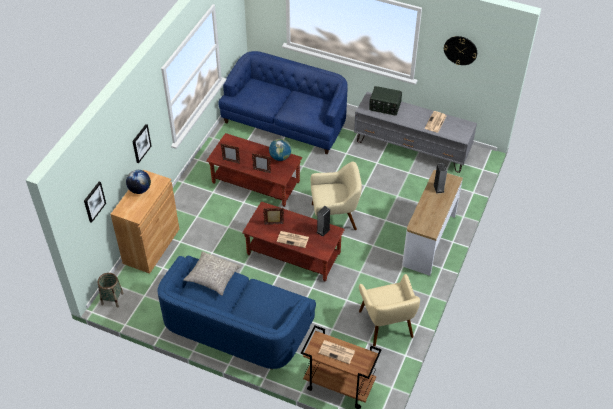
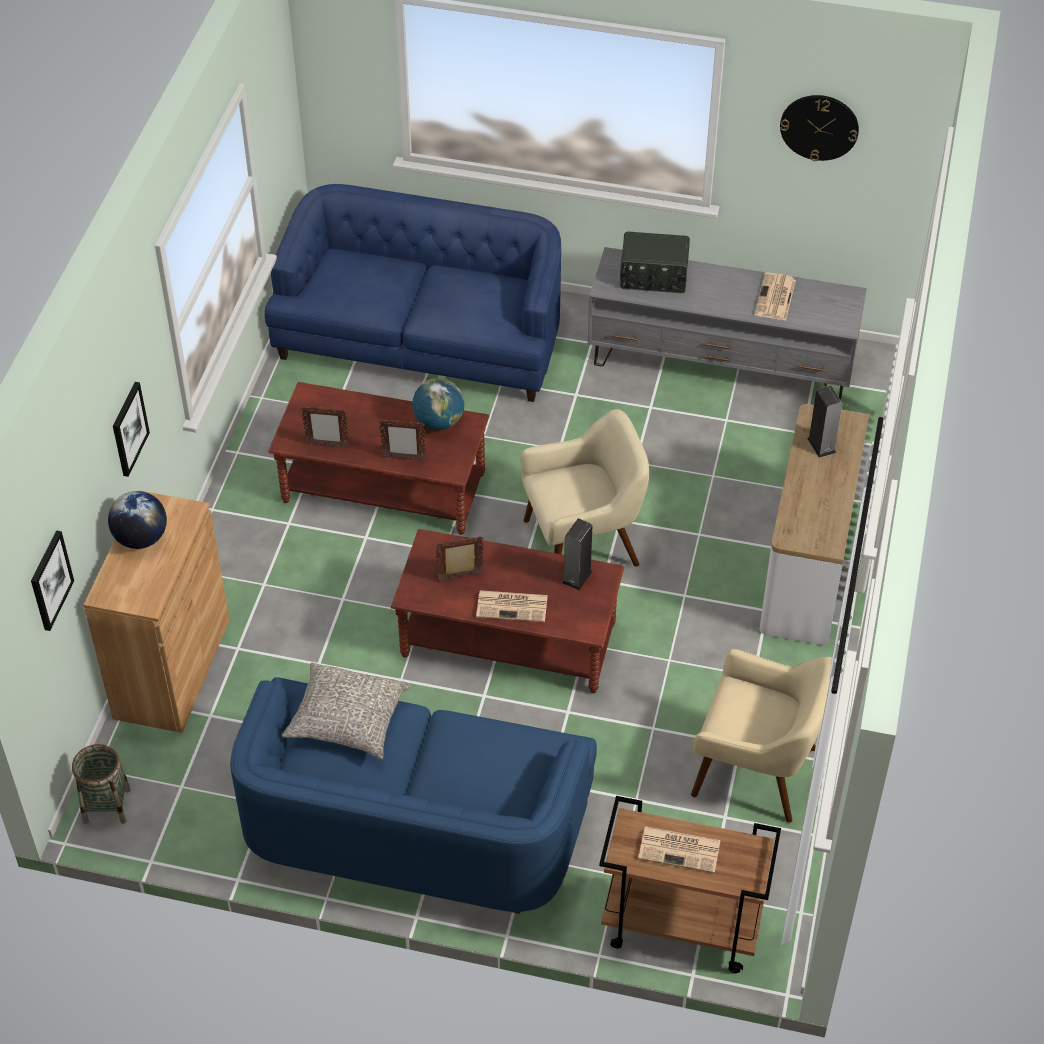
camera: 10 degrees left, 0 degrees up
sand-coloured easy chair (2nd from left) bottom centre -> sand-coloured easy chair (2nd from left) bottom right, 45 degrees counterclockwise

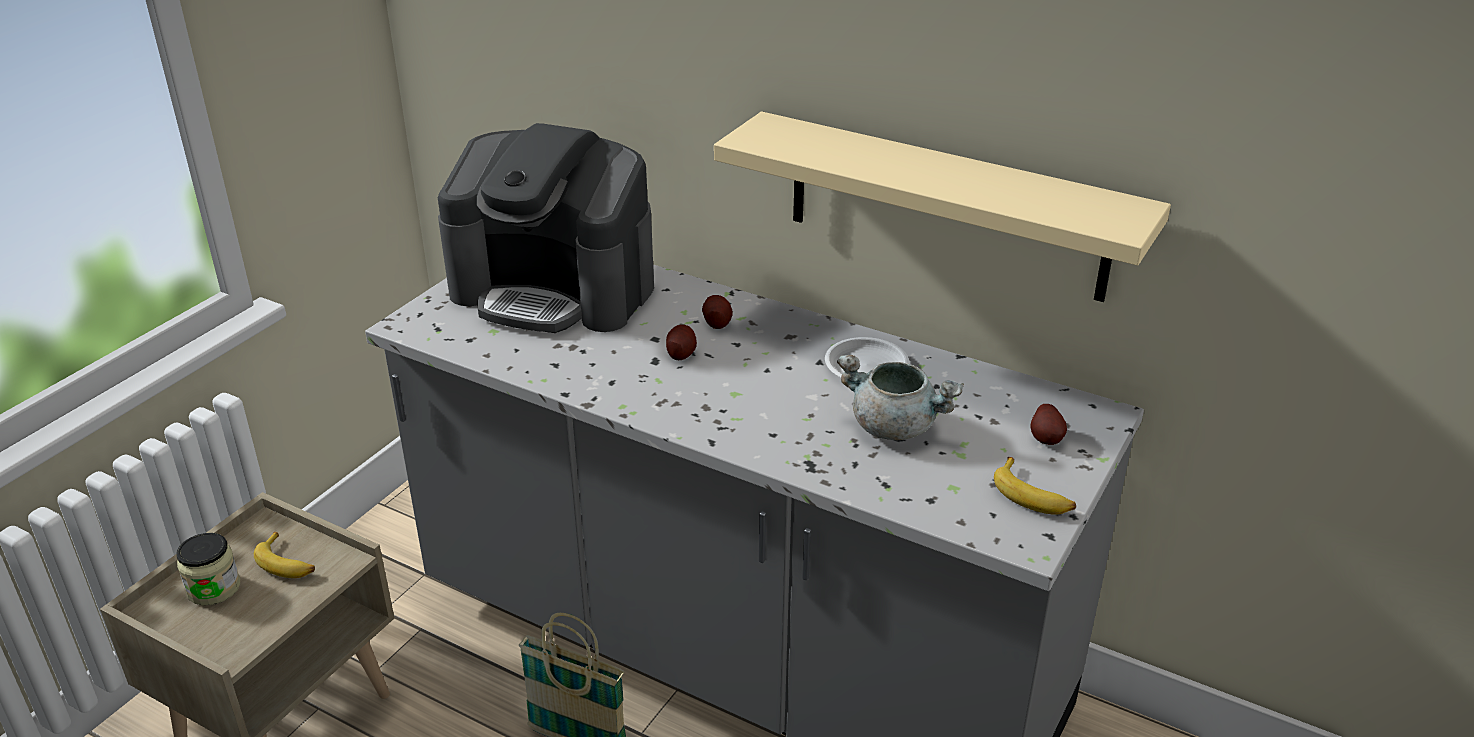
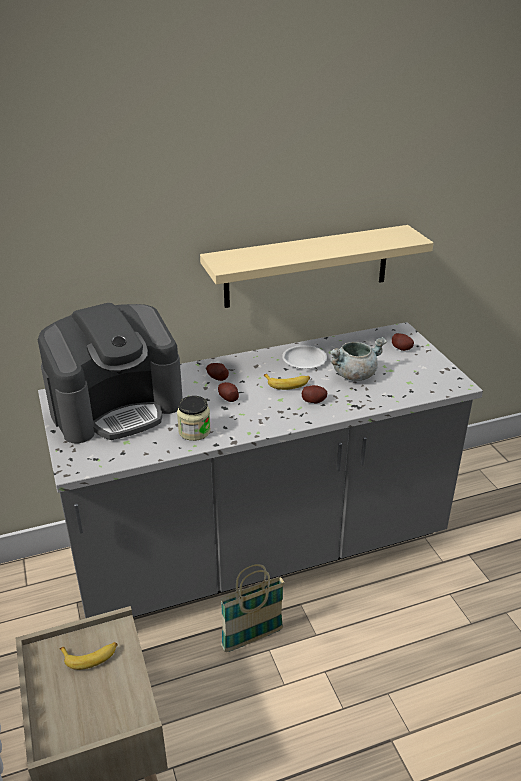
camera: 50 degrees left, 0 degrees up
preserve jar bottom left -> preserve jar centre, move
banana fruit (2nd from left) middle right -> banana fruit (2nd from left) centre, move
none -> potato (3rd from left) centre

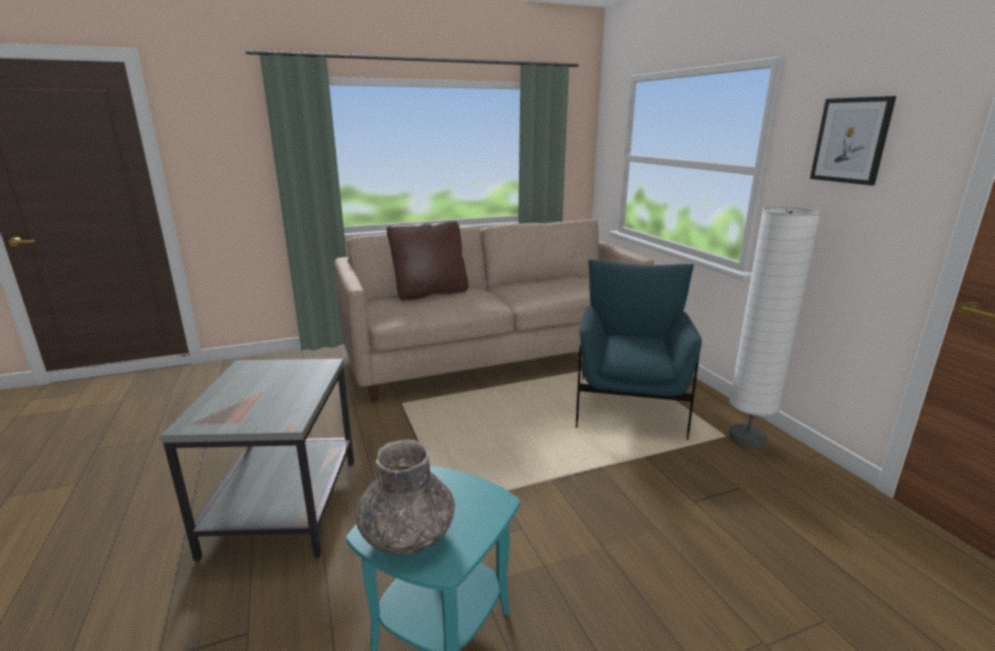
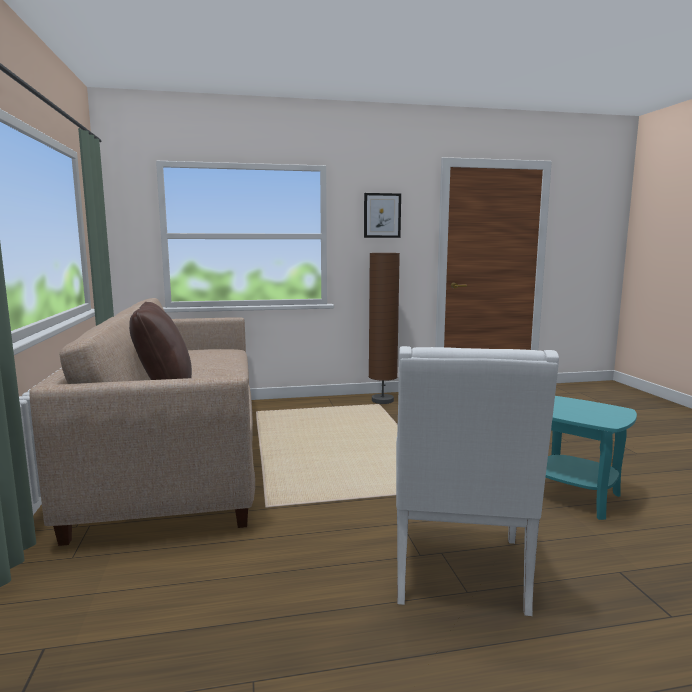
camera: 80 degrees left, 10 degrees down
white standing lamp middle right -> brown-coloured standing lamp centre
gray end table bottom left -> white easy chair bottom right
gray flower vase bottom centre -> none
blue easy chair centre -> none

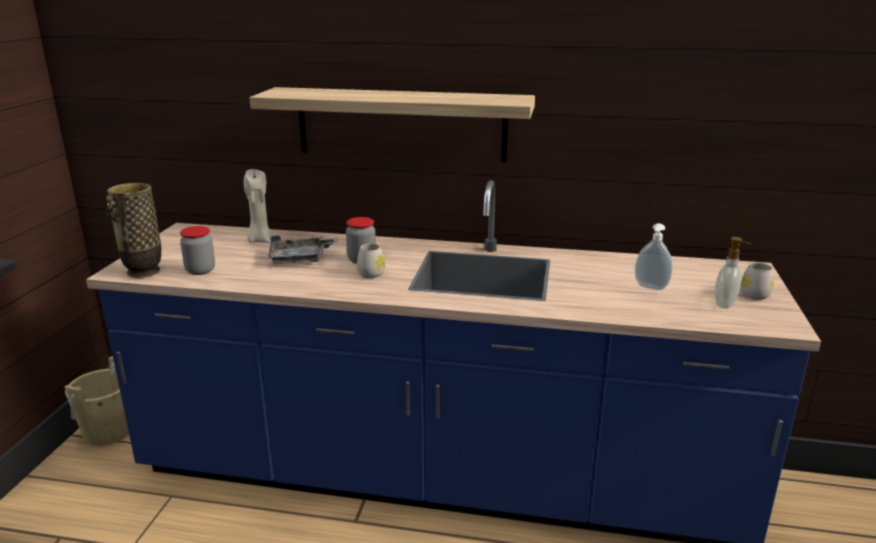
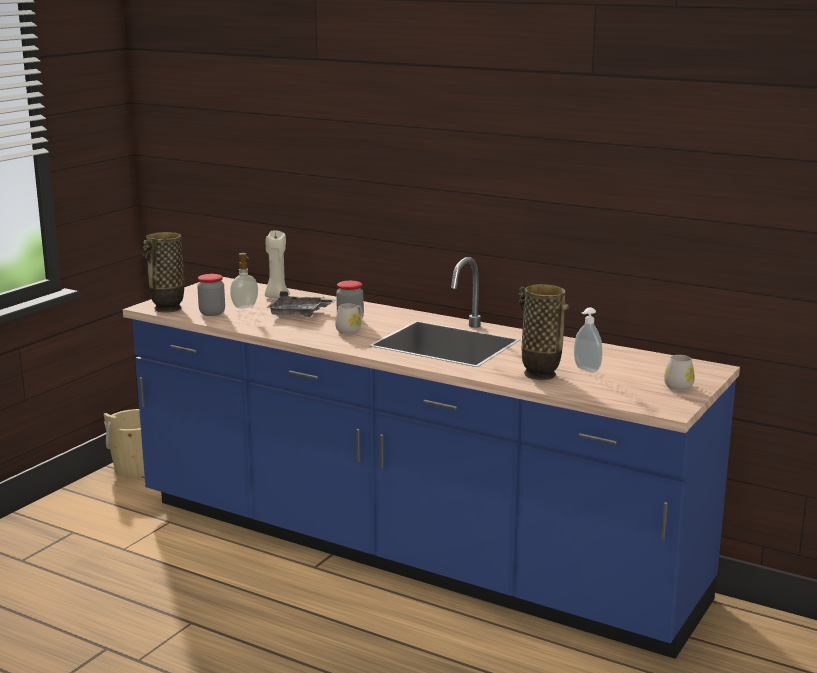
camera: 20 degrees right, 5 degrees down
soap dispenser (2nd from left in the first image) middle right -> soap dispenser (1st from left) middle left, move
none -> flower vase (2nd from left) centre
bracket shelf top centre -> none

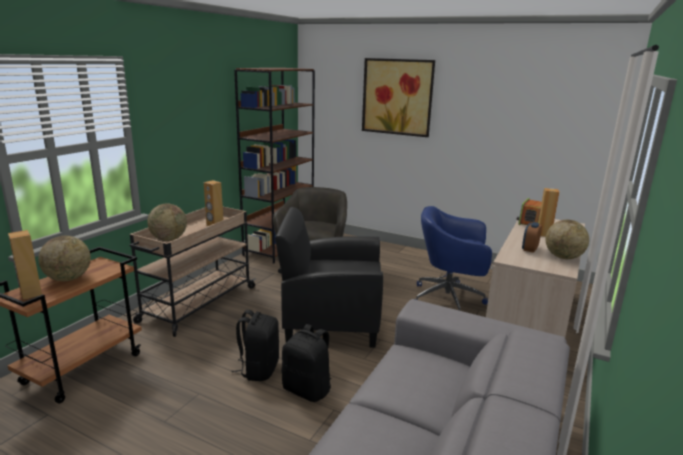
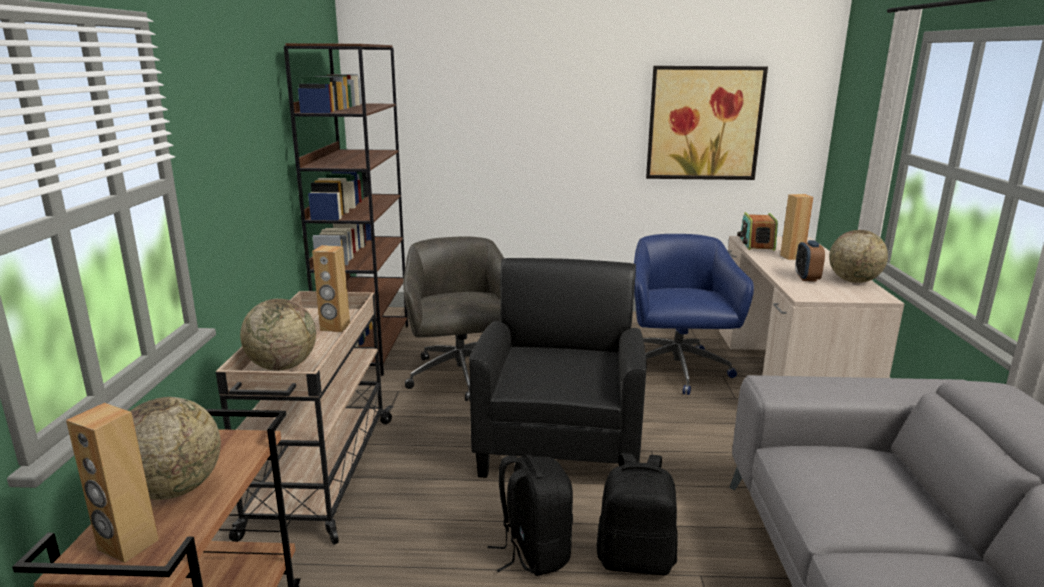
camera: 25 degrees left, 0 degrees up
blackish easy chair centre, 120 degrees clockwise
blue computer chair centre, 105 degrees clockwise
wall art top centre -> wall art top right, move

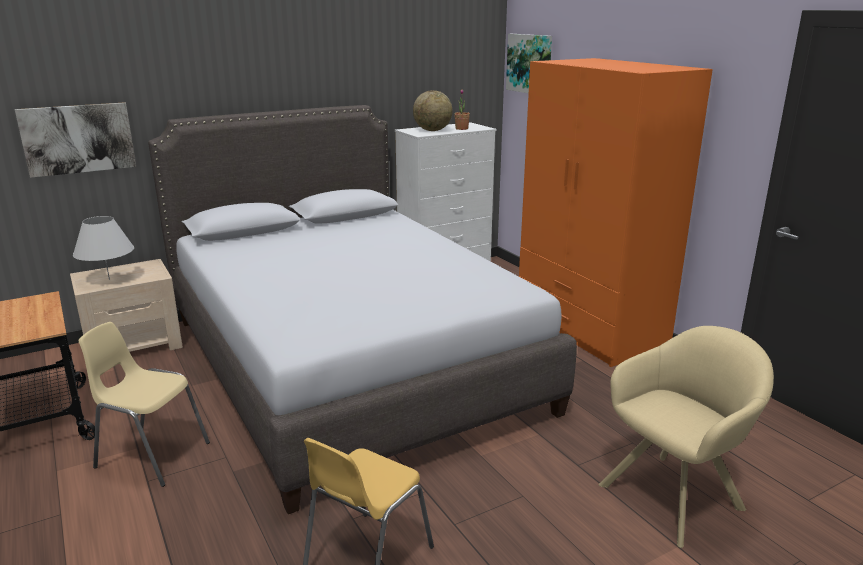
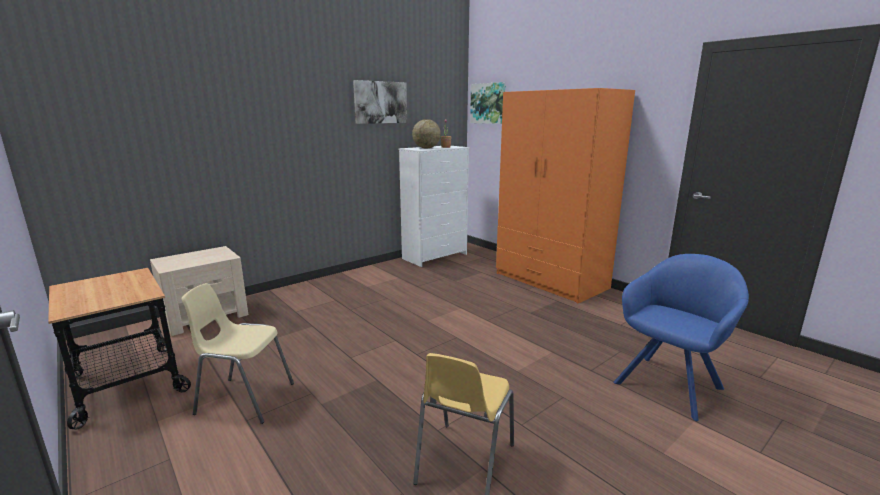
camera: 10 degrees left, 5 degrees down
wall art (1st from left) top left -> wall art (1st from left) top centre, move
sand-coloured easy chair bottom right -> blue easy chair bottom right
white tabletop lamp middle left -> none
gray bed centre -> none

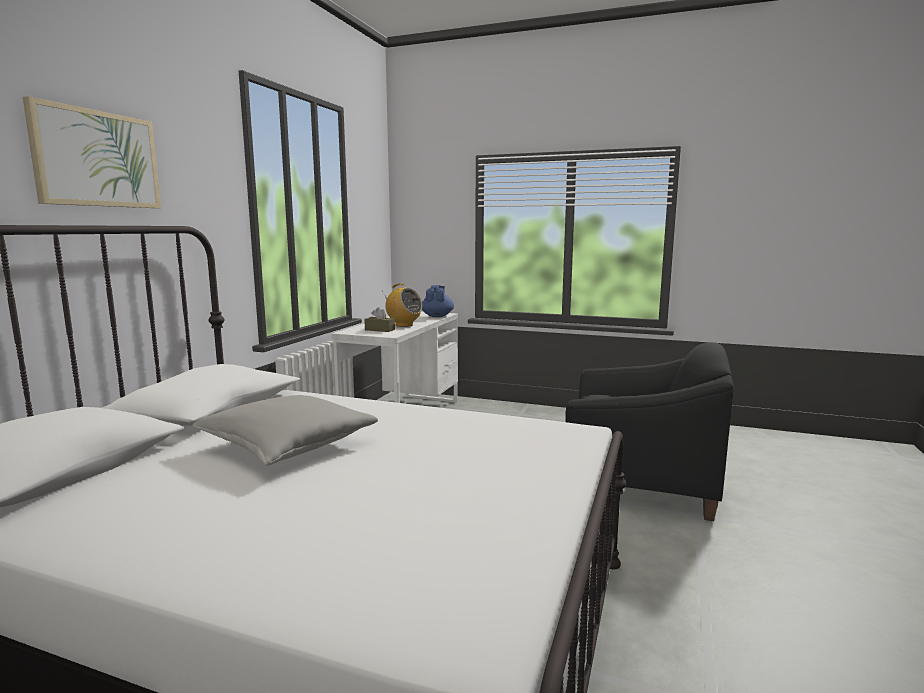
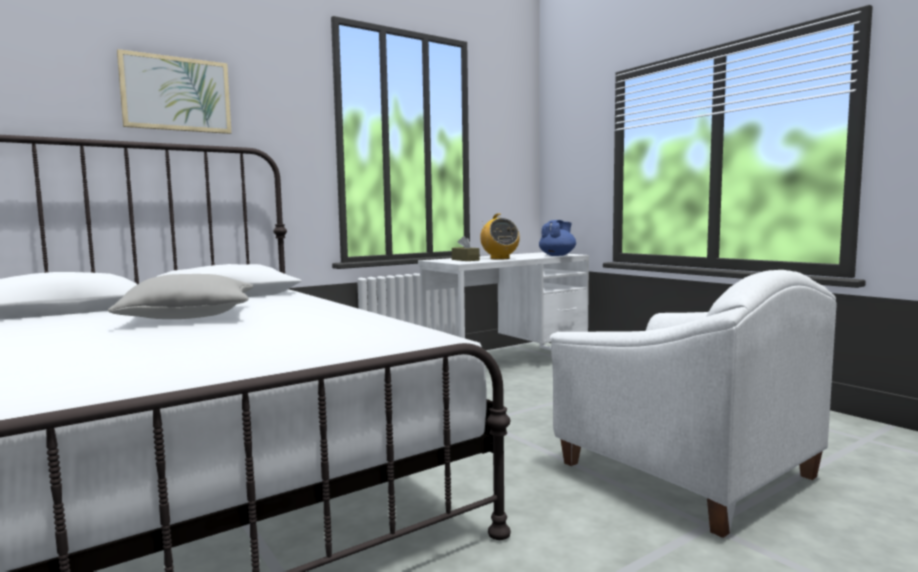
camera: 35 degrees right, 5 degrees down
blackish easy chair middle right -> white easy chair bottom right

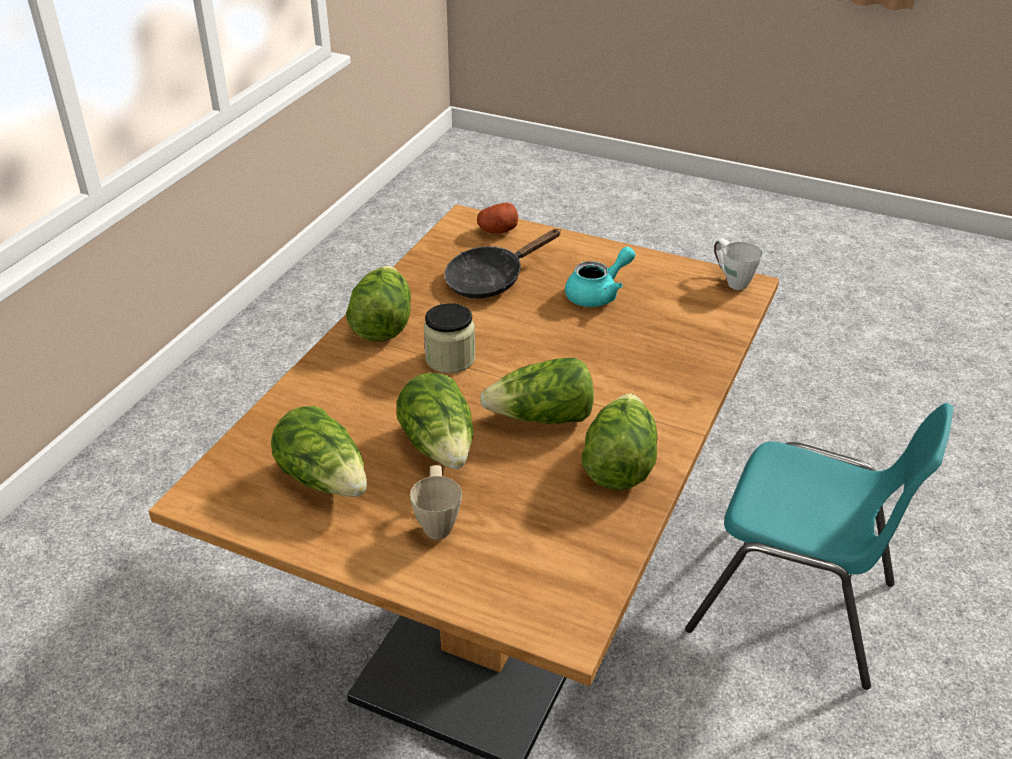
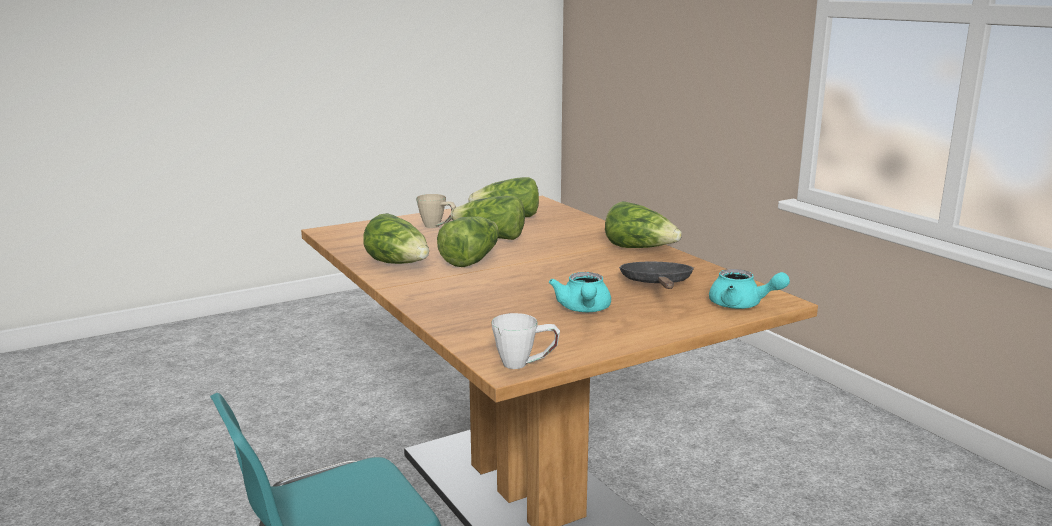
camera: 125 degrees right, 20 degrees down
potato top centre -> turquoise tea pot (2nd from left) middle right
preserve jar centre -> none

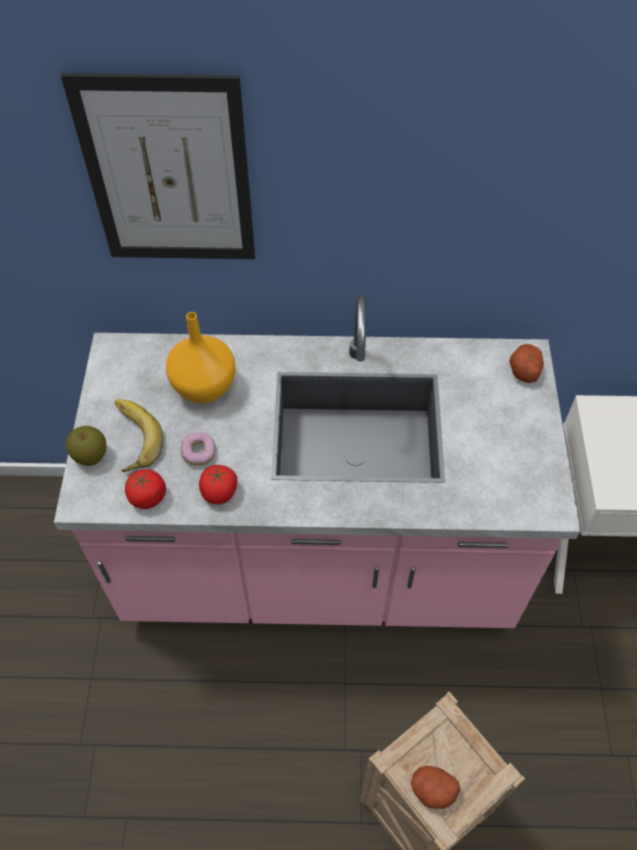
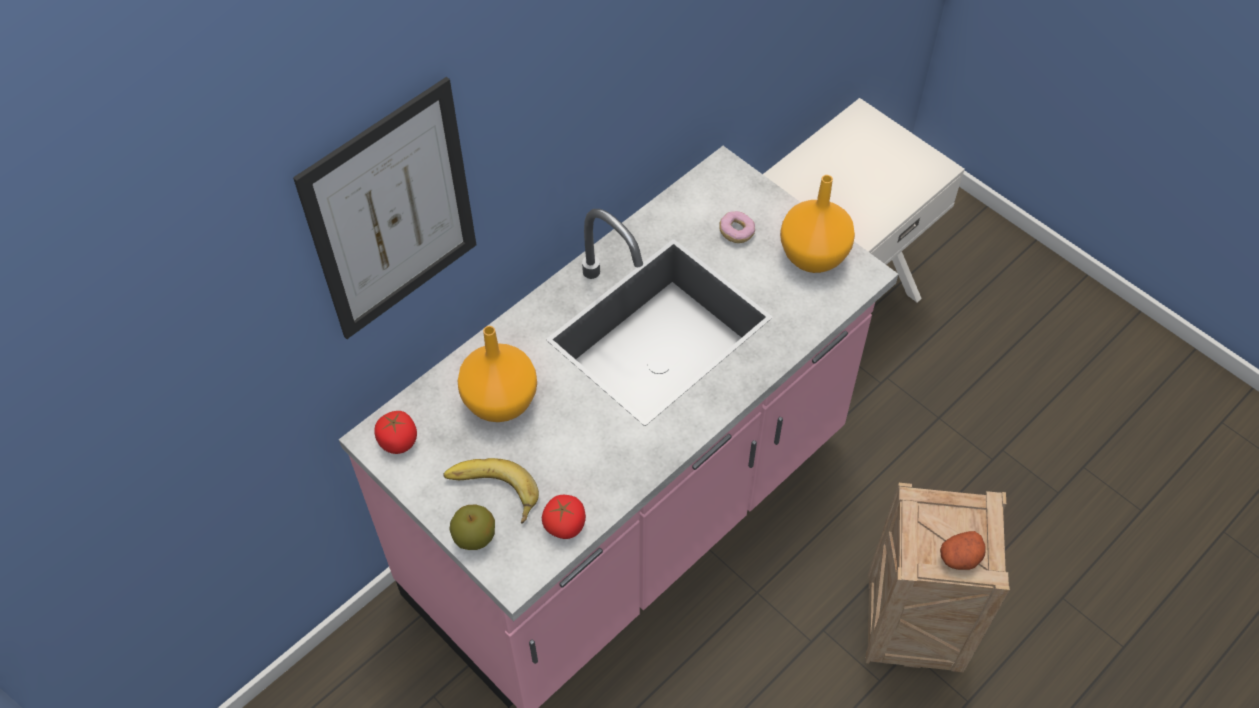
camera: 45 degrees left, 0 degrees up
fresh tomato (2nd from left in the first image) centre -> fresh tomato (1st from left) middle left, move
donut middle left -> donut top centre, move
none -> orange flower vase (2nd from left) top centre
potato (2nd from left) middle right -> none

